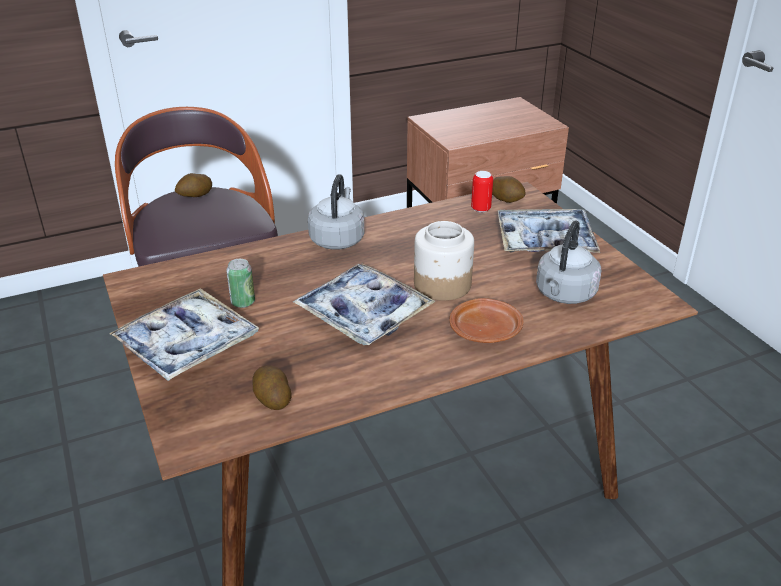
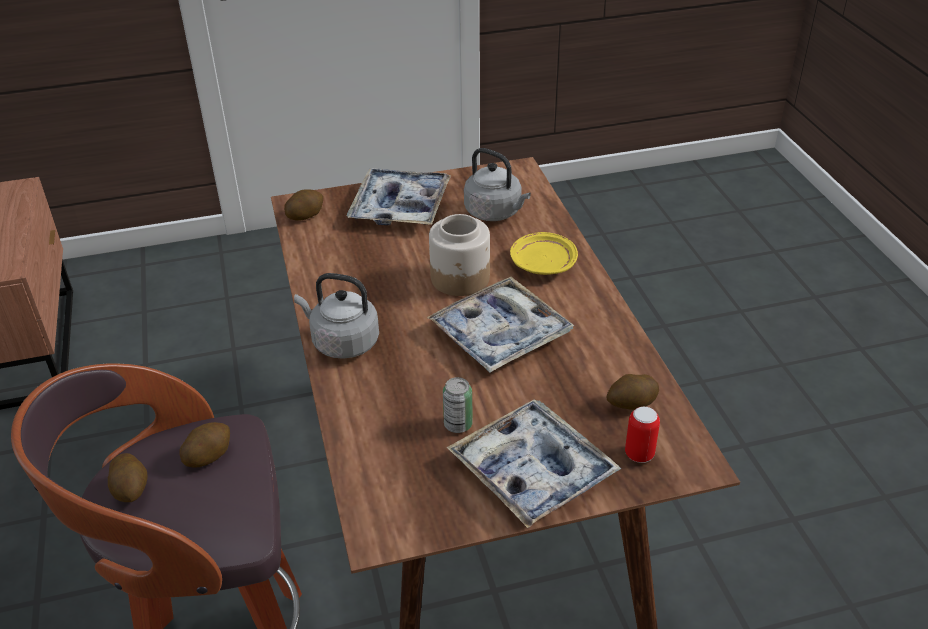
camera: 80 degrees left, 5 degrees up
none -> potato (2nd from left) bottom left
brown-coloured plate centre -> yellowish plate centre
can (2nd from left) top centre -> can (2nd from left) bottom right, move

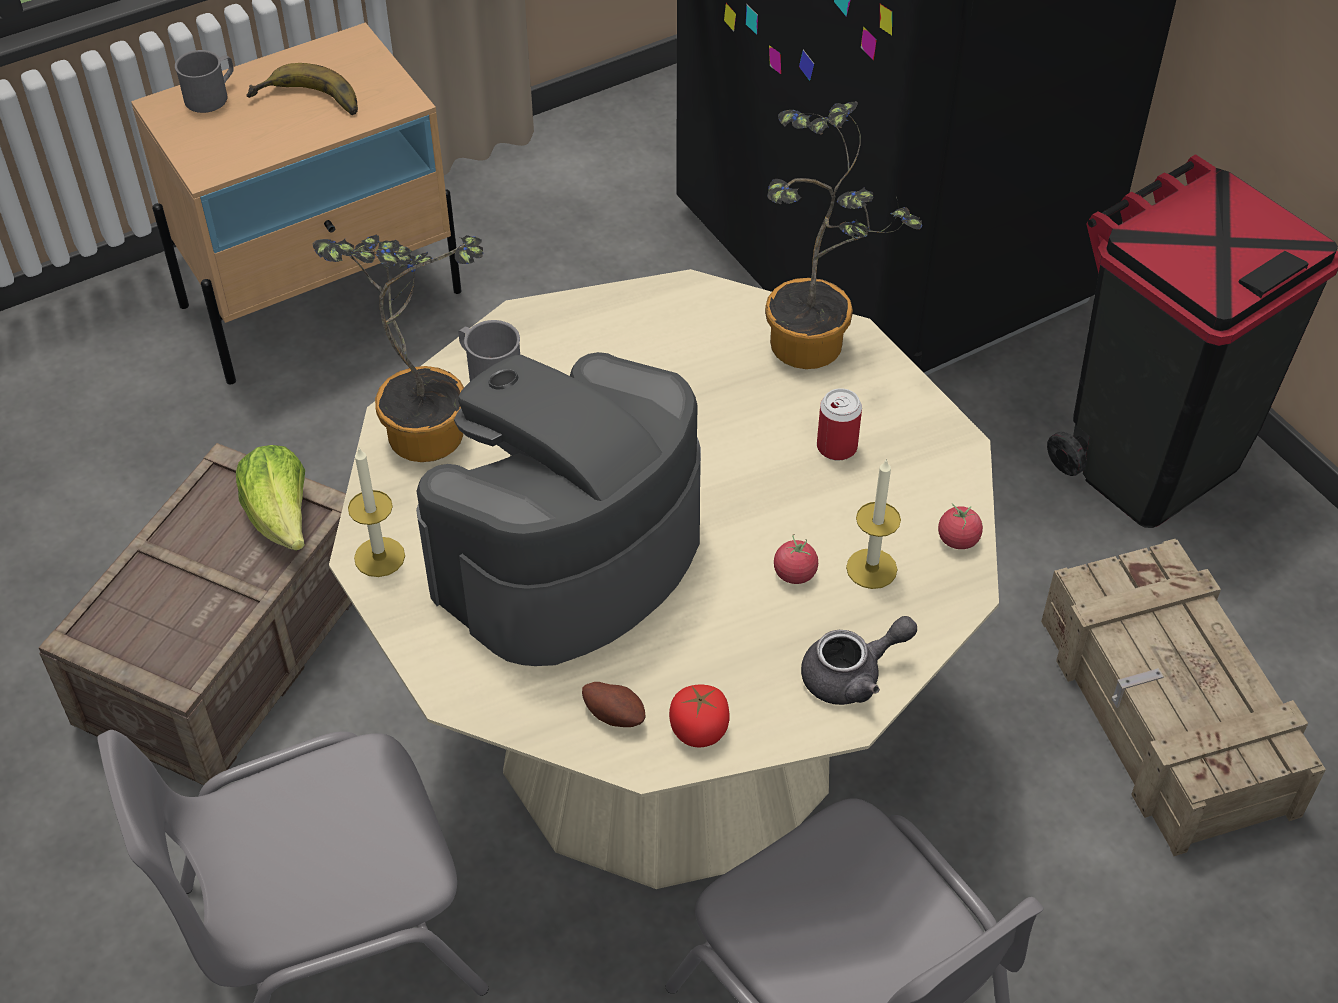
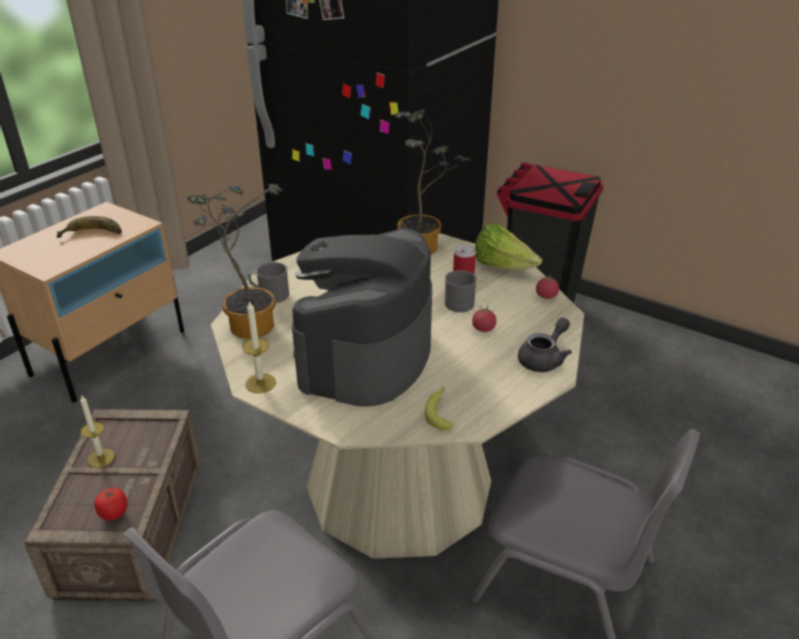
camera: 25 degrees left, 15 degrees down
candle (2nd from left in the first image) centre -> candle (1st from left) bottom left, move
fresh tomato (1st from left) bottom centre -> fresh tomato (1st from left) bottom left, move
potato bottom centre -> banana fruit (2nd from left) centre
gray tea mug (1st from left in the first image) top left -> gray tea mug (2nd from left) centre, move
lettuce head middle left -> lettuce head centre, move
packing crate (2nd from left) bottom right -> none

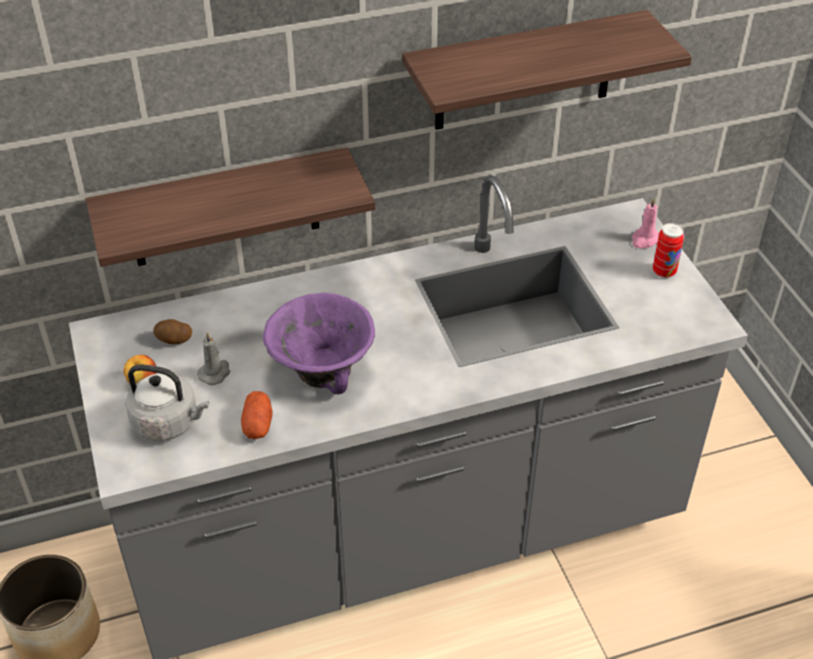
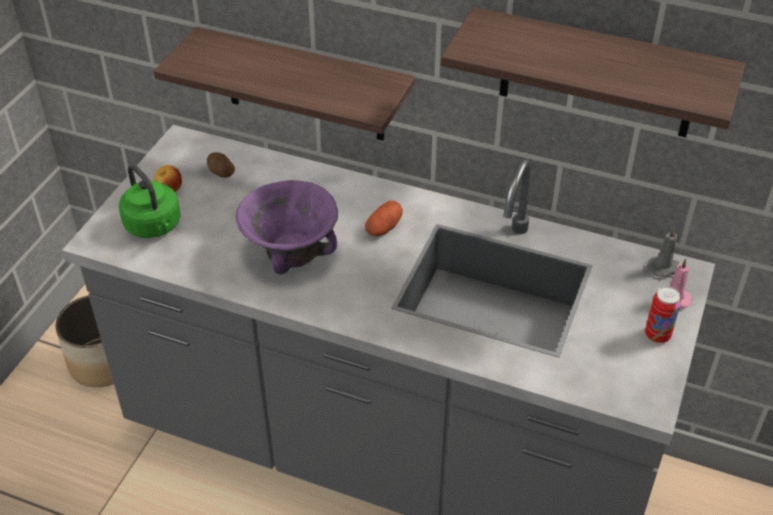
camera: 40 degrees right, 0 degrees up
gray kettle middle left -> greenish kettle middle left
potato (2nd from left) middle left -> potato (2nd from left) centre, move
gray candle middle left -> gray candle middle right, move

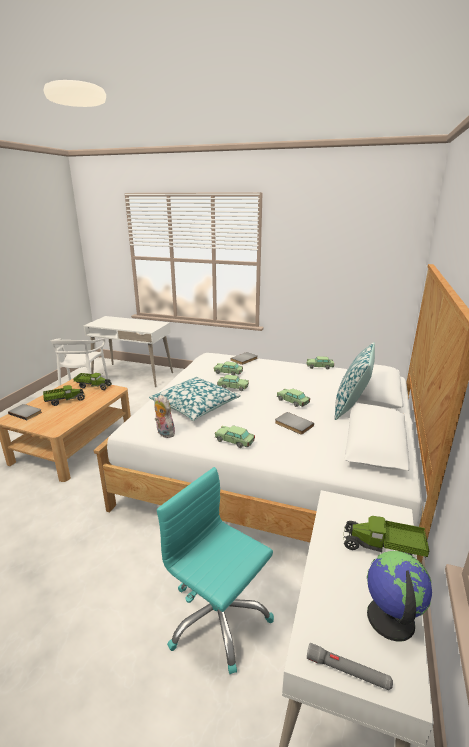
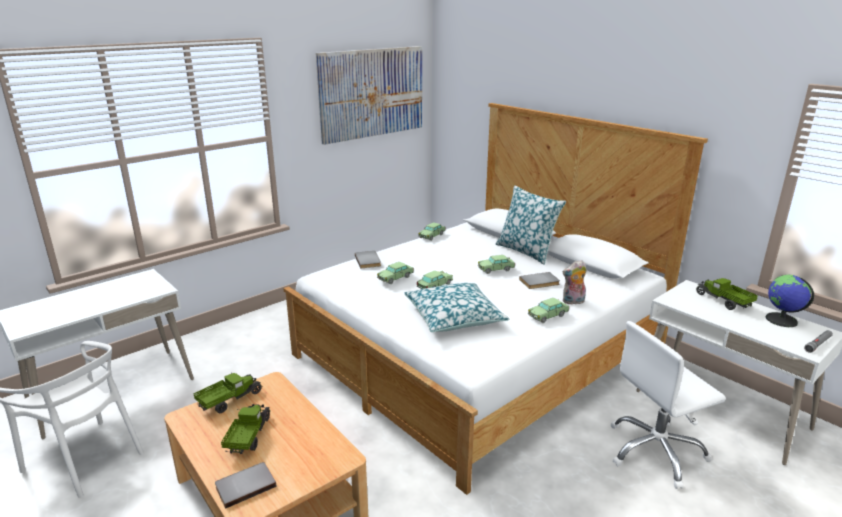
camera: 60 degrees left, 0 degrees up
none -> wall art top centre
cuddly toy centre -> cuddly toy middle right, move
turquoise computer chair bottom centre -> white computer chair bottom right
model truck (3rd from left) bottom right -> model truck (3rd from left) middle right, 105 degrees clockwise

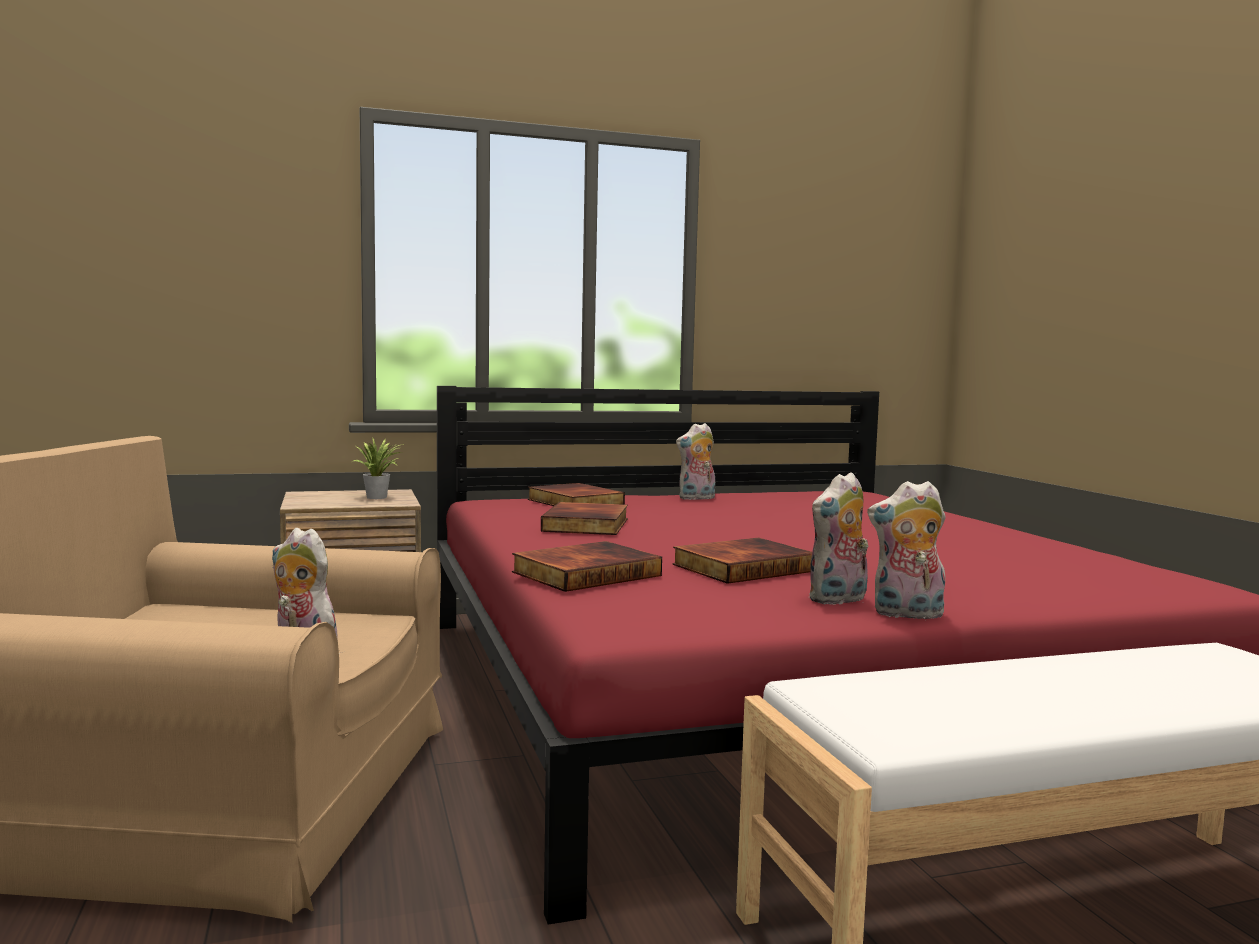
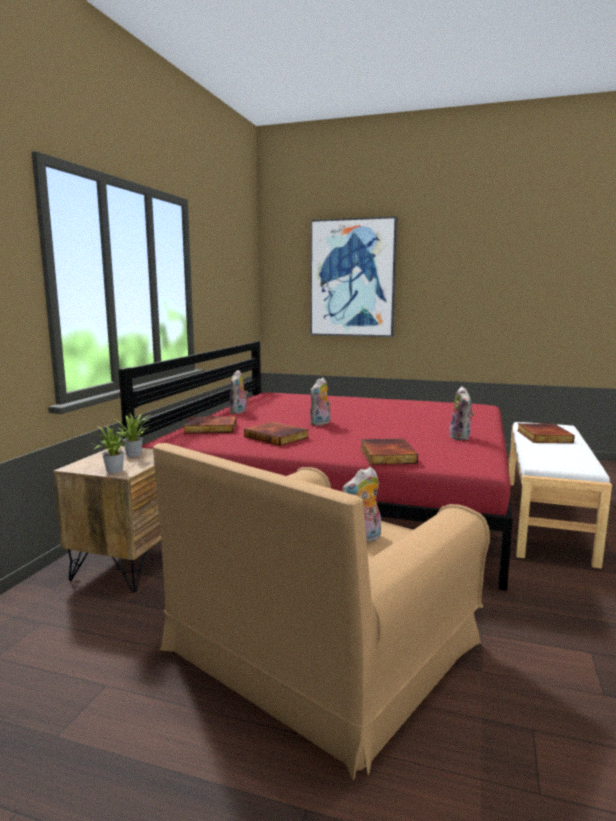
camera: 55 degrees left, 5 degrees up
none -> houseplant (1st from left) middle left
none -> wall art centre
cuddly toy (4th from left in the first image) middle right -> cuddly toy (2nd from left) centre, move
book (4th from left) centre -> book (4th from left) middle right, move

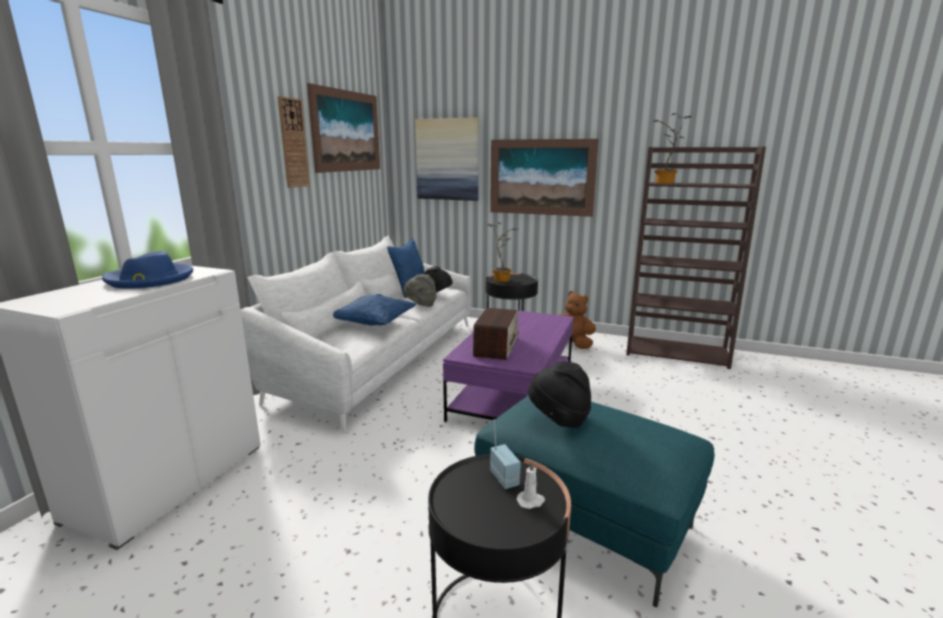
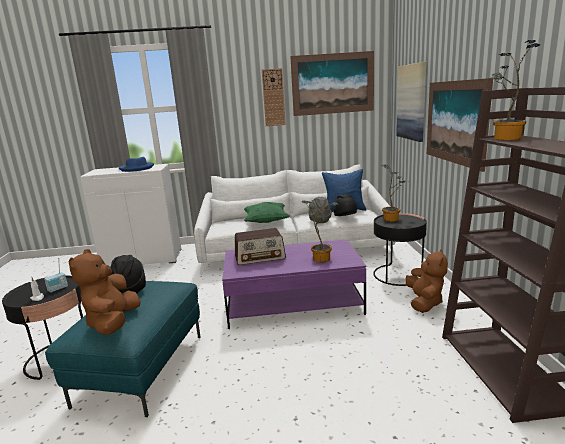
camera: 65 degrees right, 0 degrees up
none -> brown-coloured cuddly toy (1st from left) middle left
blue cushion (1st from left) centre -> greenish cushion centre
none -> houseplant (1st from left) centre

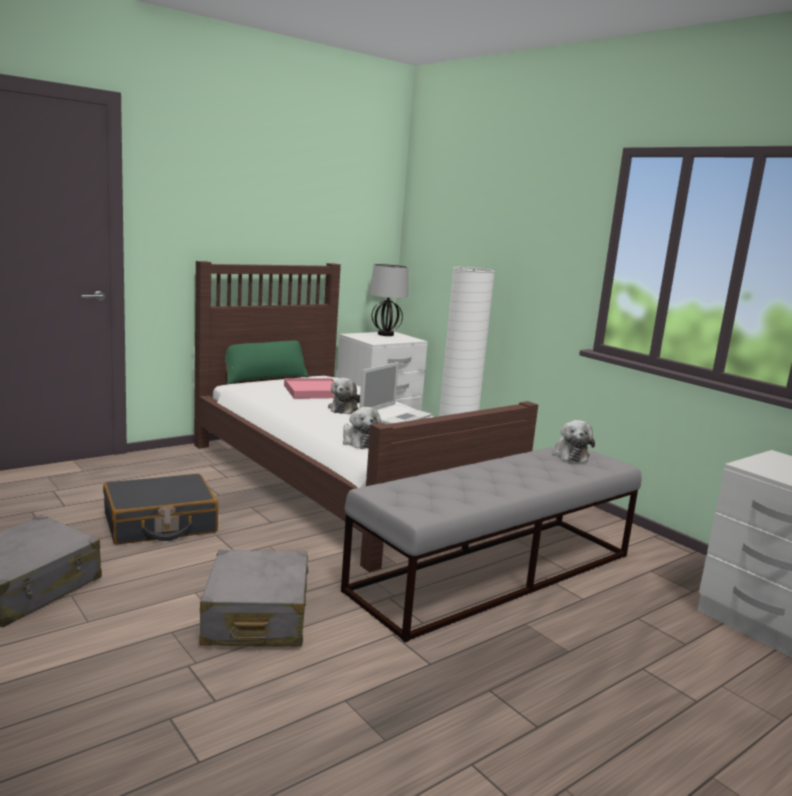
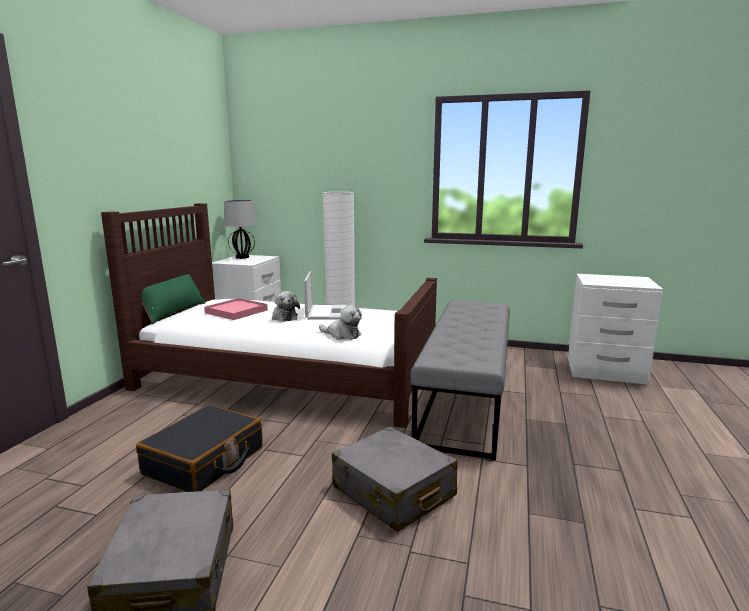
camera: 35 degrees left, 0 degrees up
cuddly toy (3rd from left) middle right -> none

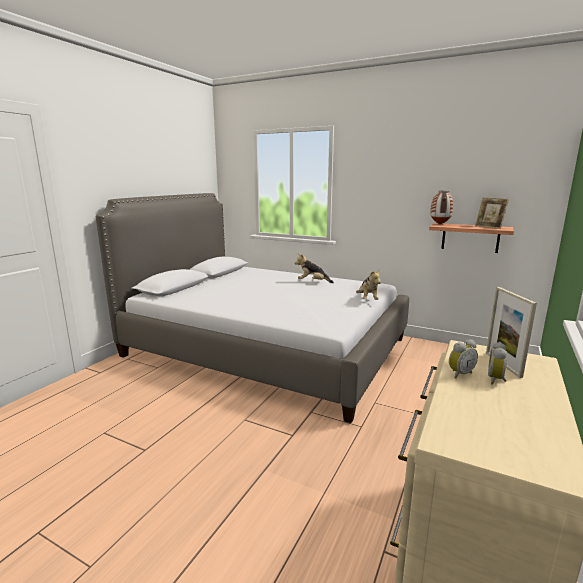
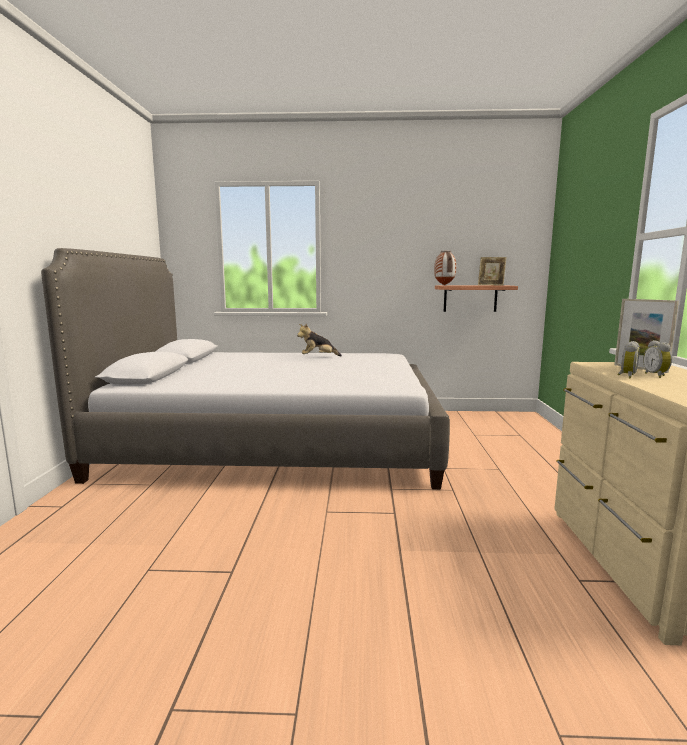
camera: 25 degrees left, 5 degrees down
cuddly toy (2nd from left) centre -> none

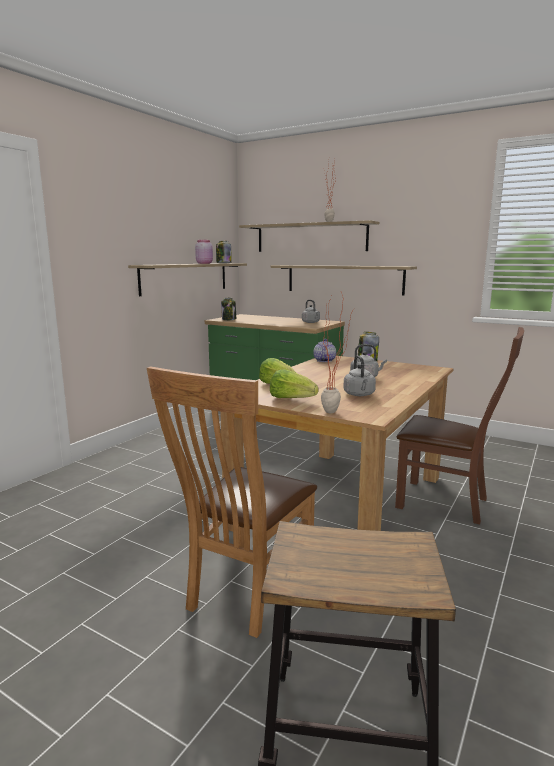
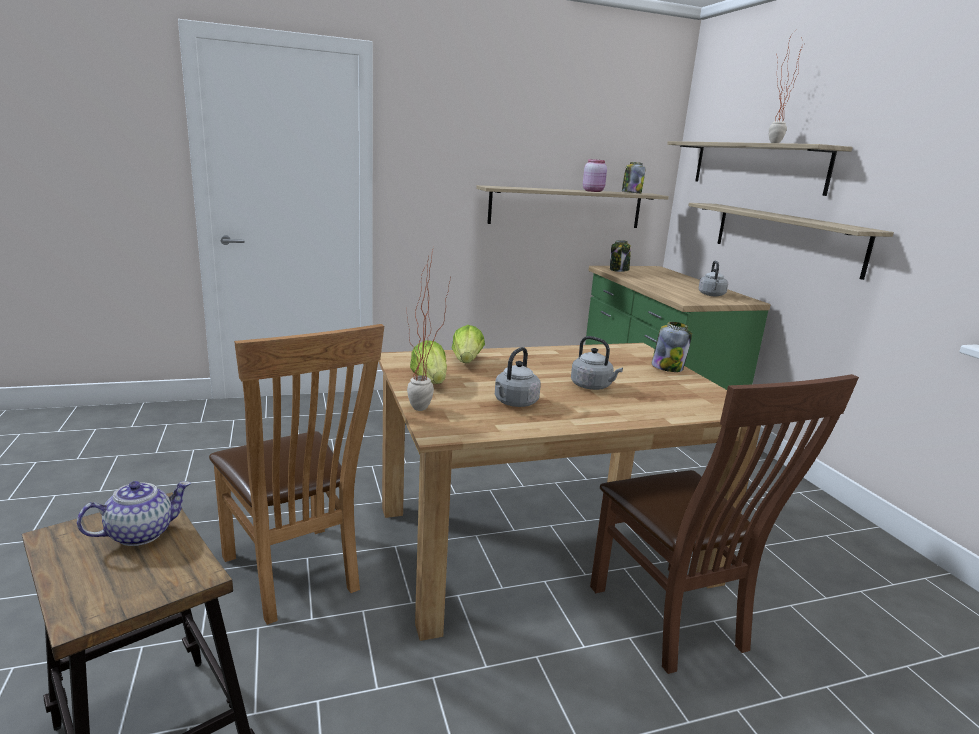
camera: 40 degrees right, 5 degrees up
tea pot centre -> tea pot bottom left, move
brown-coloured upright chair (1st from left) centre -> brown-coloured upright chair (1st from left) middle left, 105 degrees counterclockwise

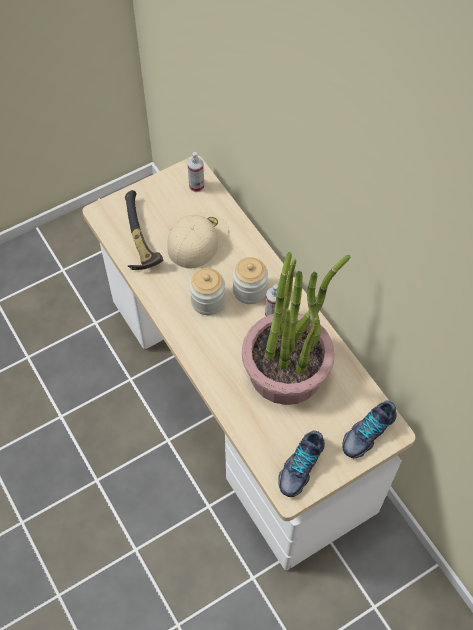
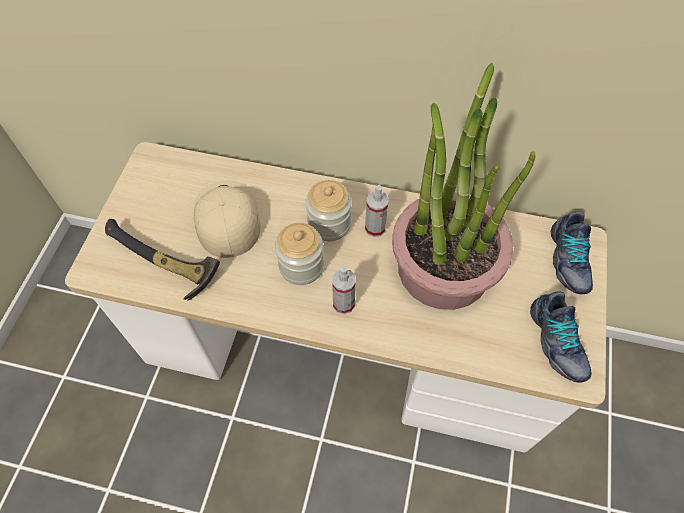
camera: 45 degrees left, 0 degrees up
hand sprayer (1st from left) top centre -> hand sprayer (1st from left) centre, move

